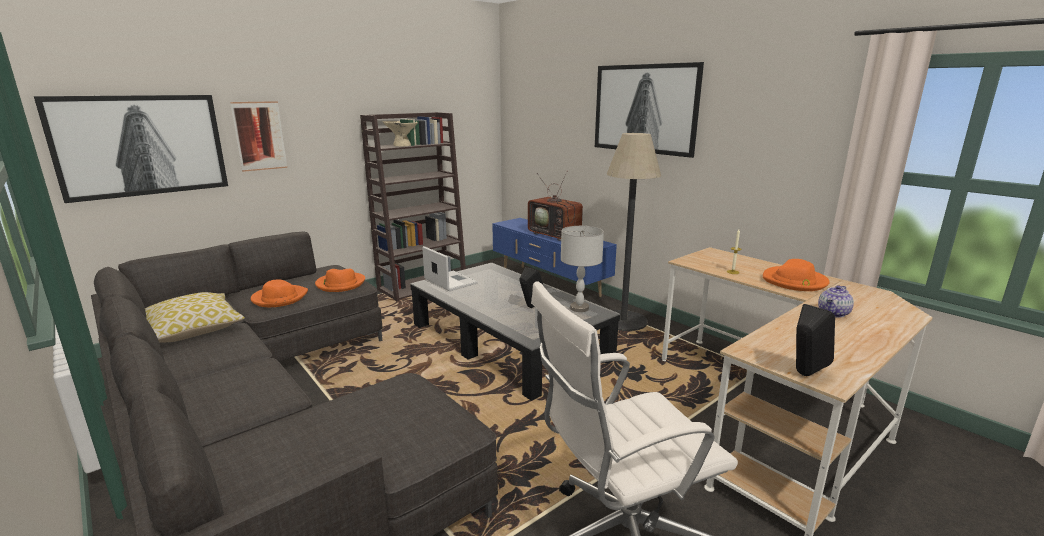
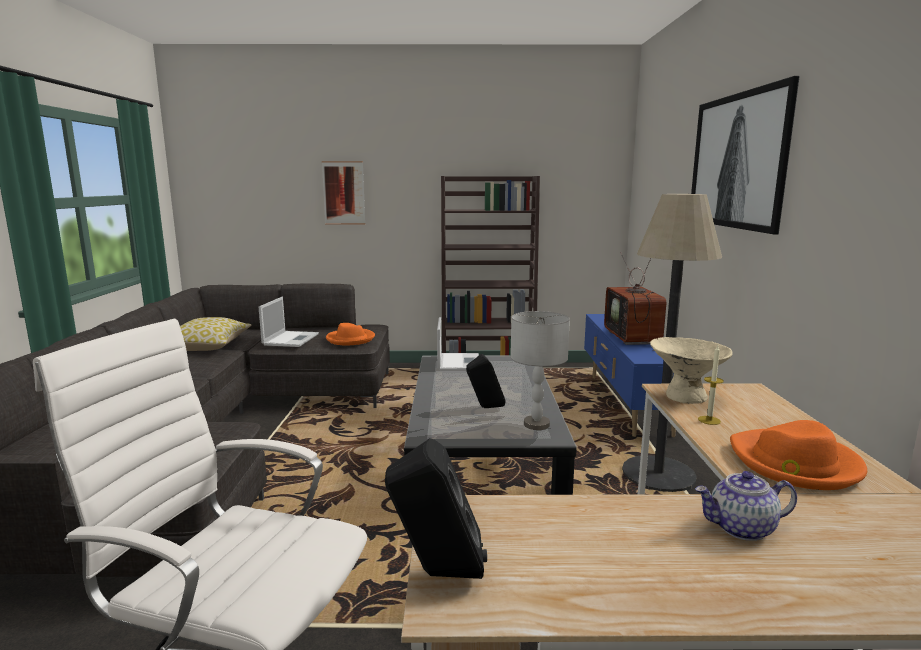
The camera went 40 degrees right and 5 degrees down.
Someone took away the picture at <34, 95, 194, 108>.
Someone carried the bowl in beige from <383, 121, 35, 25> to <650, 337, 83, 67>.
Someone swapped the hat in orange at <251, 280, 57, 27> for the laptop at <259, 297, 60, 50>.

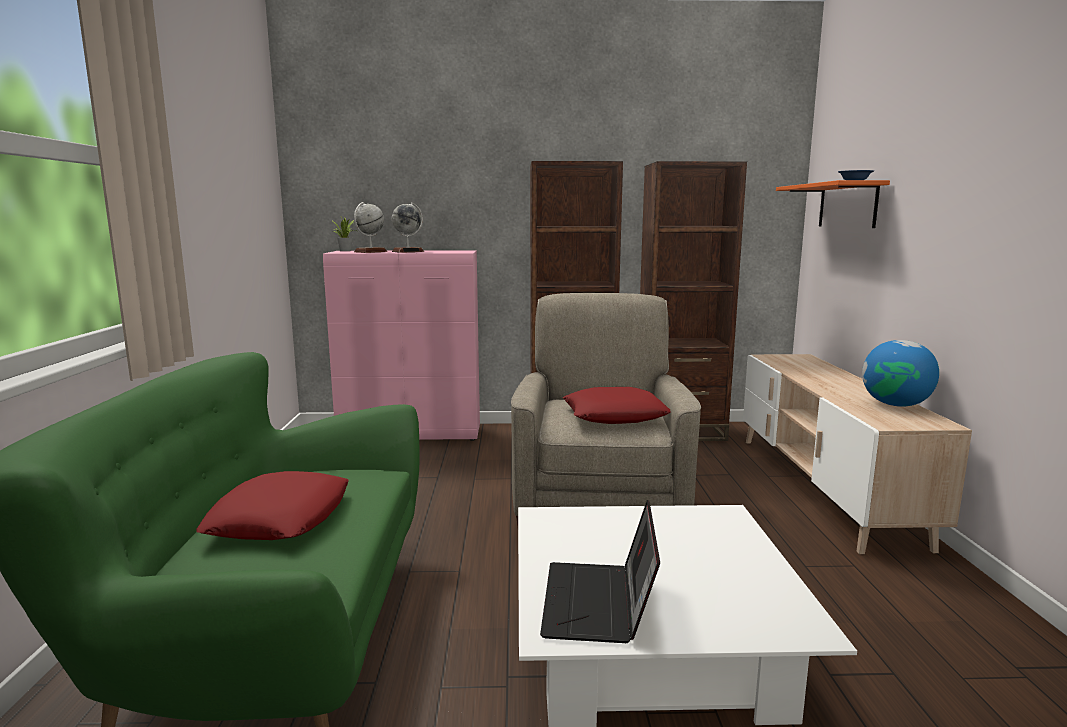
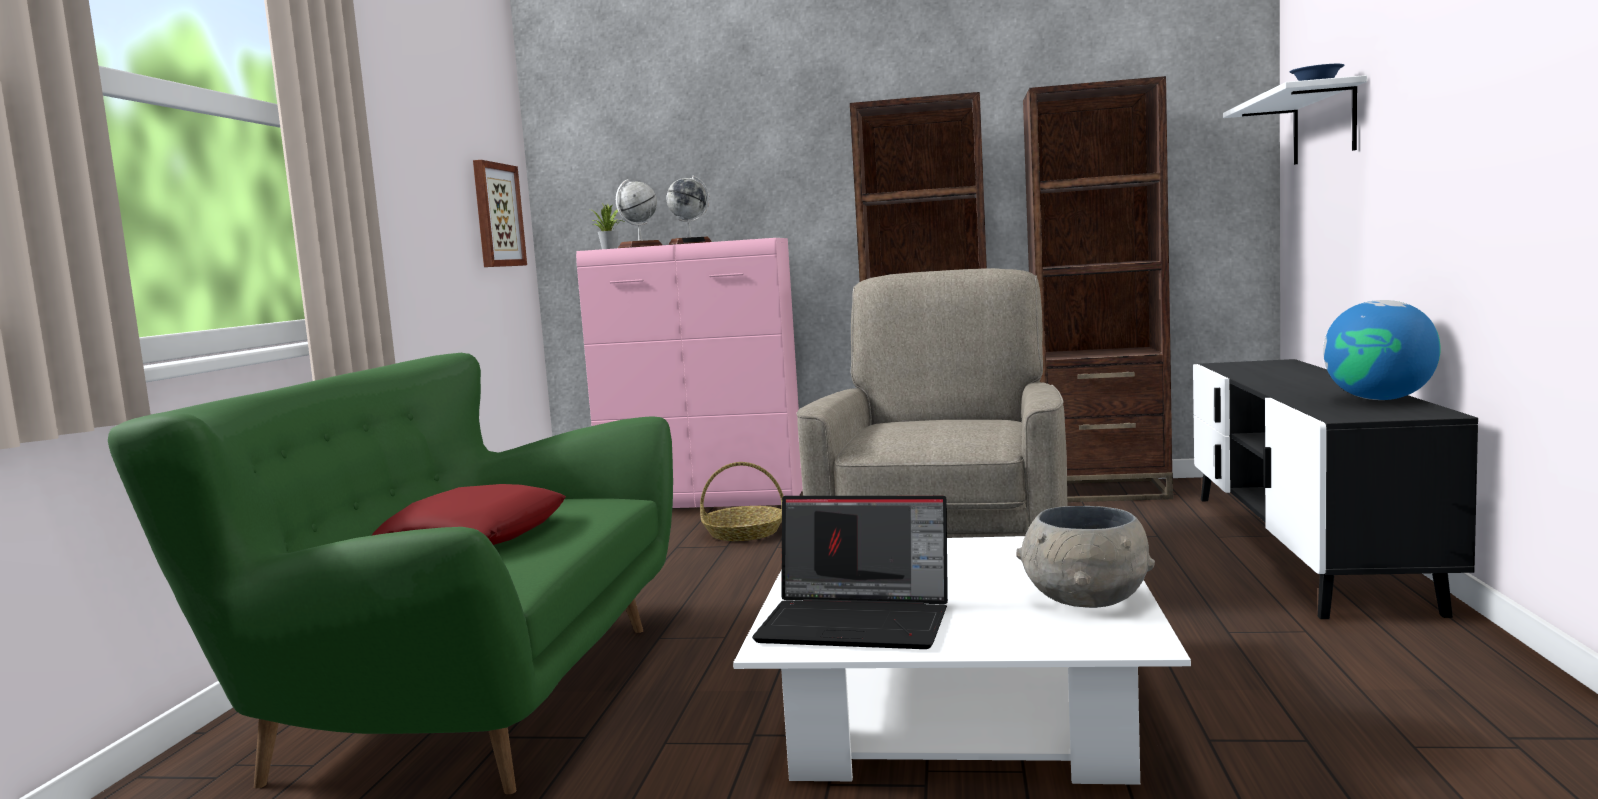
The camera went 10 degrees right and 5 degrees down.
Someone took away the pillow in red at <563, 387, 108, 37>.
Someone put up the picture at <473, 160, 54, 107>.
Someone put down the basket at <700, 462, 83, 79>.
Someone put down the bowl in grey at <1016, 506, 139, 102>.
Someone repainted the tv stand in beige at <743, 354, 229, 200>, which became the tv stand in black at <1193, 359, 285, 260>.
Someone repainted the shelf in orange at <776, 180, 114, 48>, which became the shelf in white at <1223, 75, 144, 90>.
Someone rotated the laptop at <540, 500, 120, 143> by 90 degrees counterclockwise.

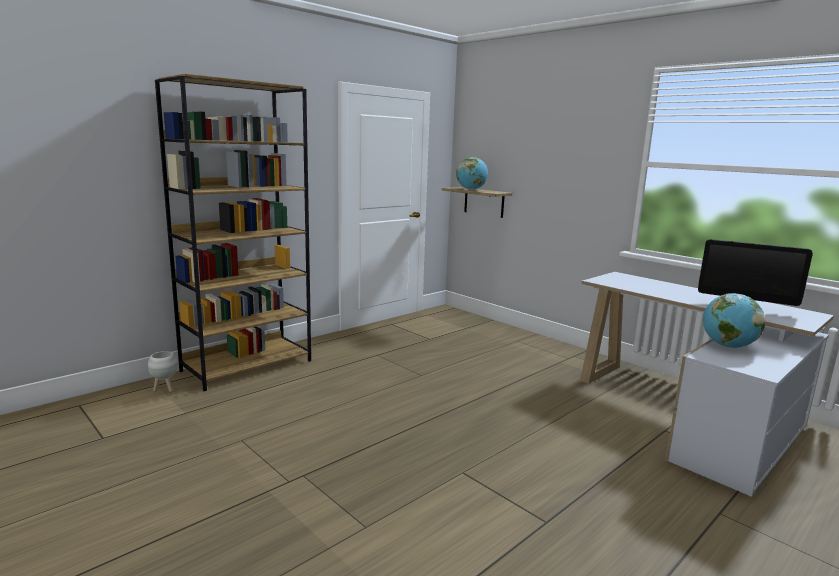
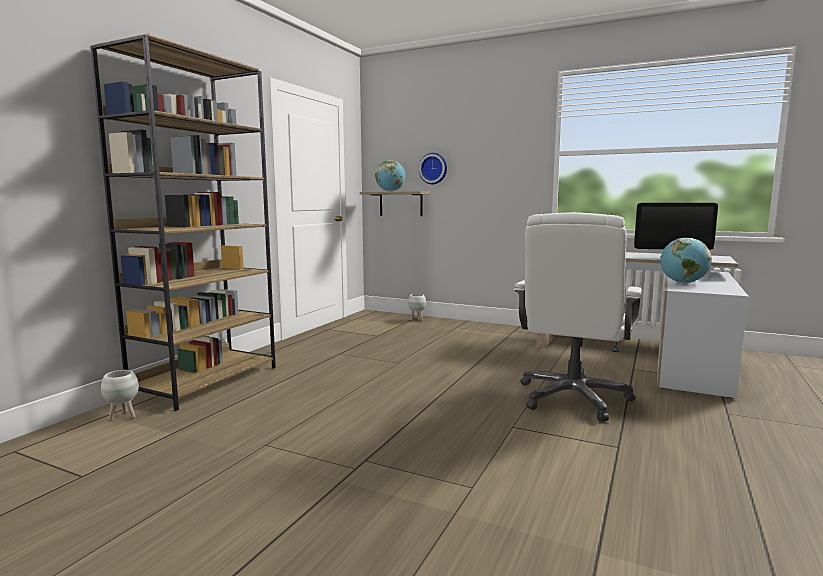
The camera went 20 degrees left and 5 degrees down.
Someone put down the planter in white at <408, 294, 18, 27>.
Someone put up the wall clock at <419, 153, 28, 31>.
Someone put down the office chair in white at <514, 212, 128, 209>.

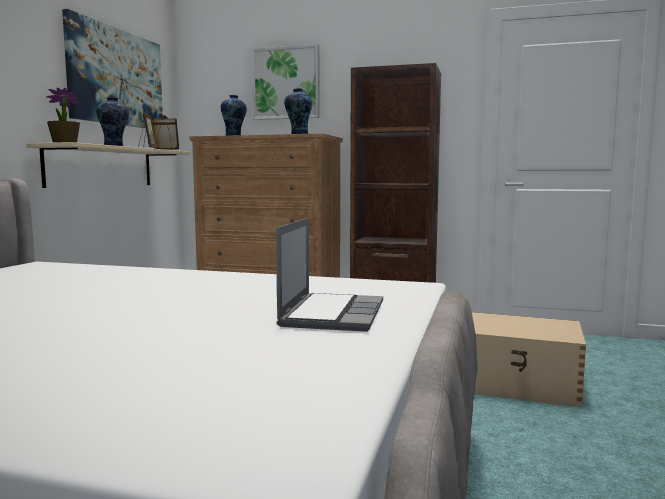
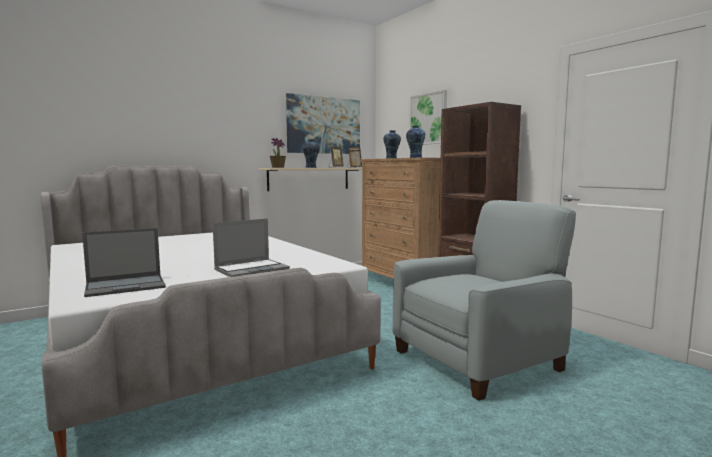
The camera went 40 degrees right and 0 degrees up.
Someone put down the laptop at <82, 228, 84, 69>.
Someone swapped the storage box in beige at <472, 312, 114, 96> for the armchair in grey at <393, 200, 183, 201>.

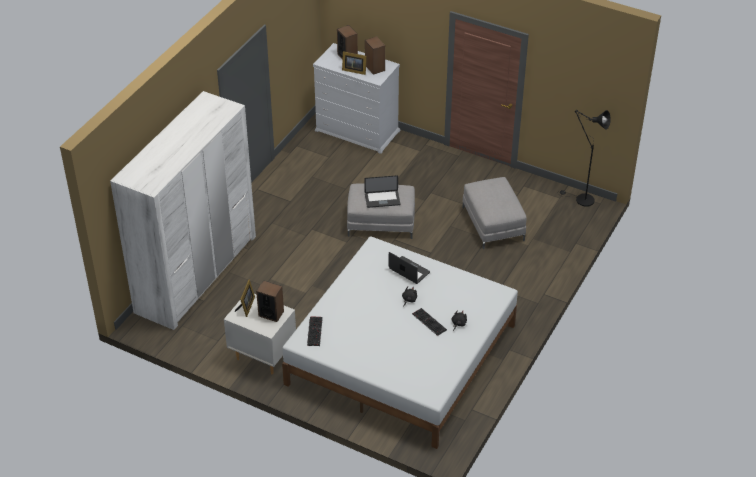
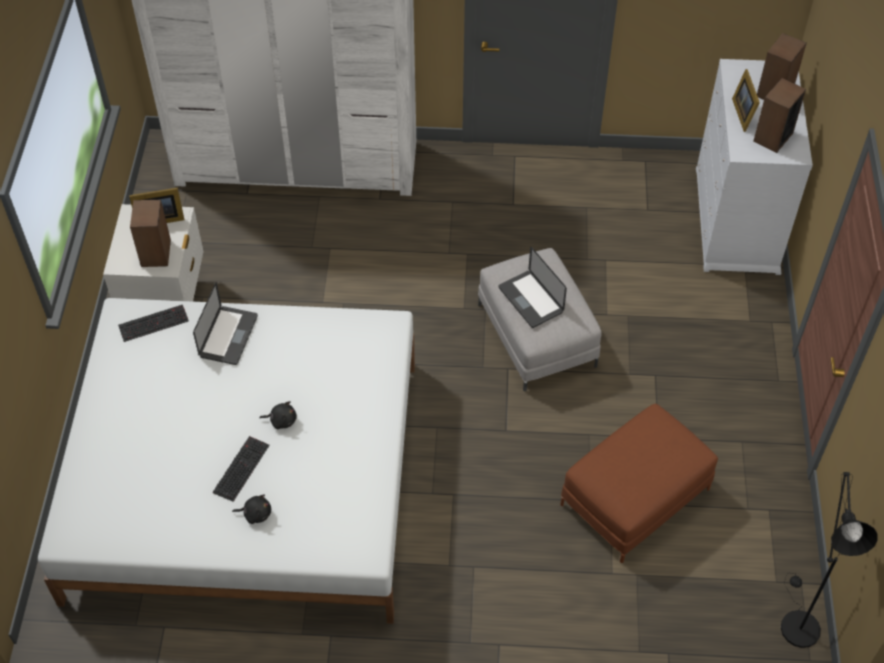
The camera went 65 degrees right and 10 degrees up.
Someone carried the laptop from <389, 252, 41, 32> to <193, 282, 65, 83>.
Someone repainted the ottoman in grey at <463, 177, 64, 72>, which became the ottoman in brown at <560, 403, 158, 160>.

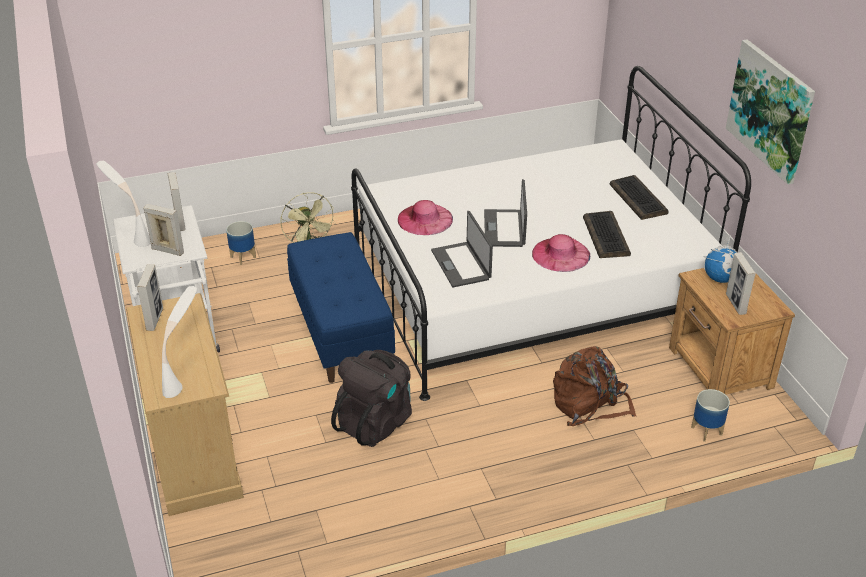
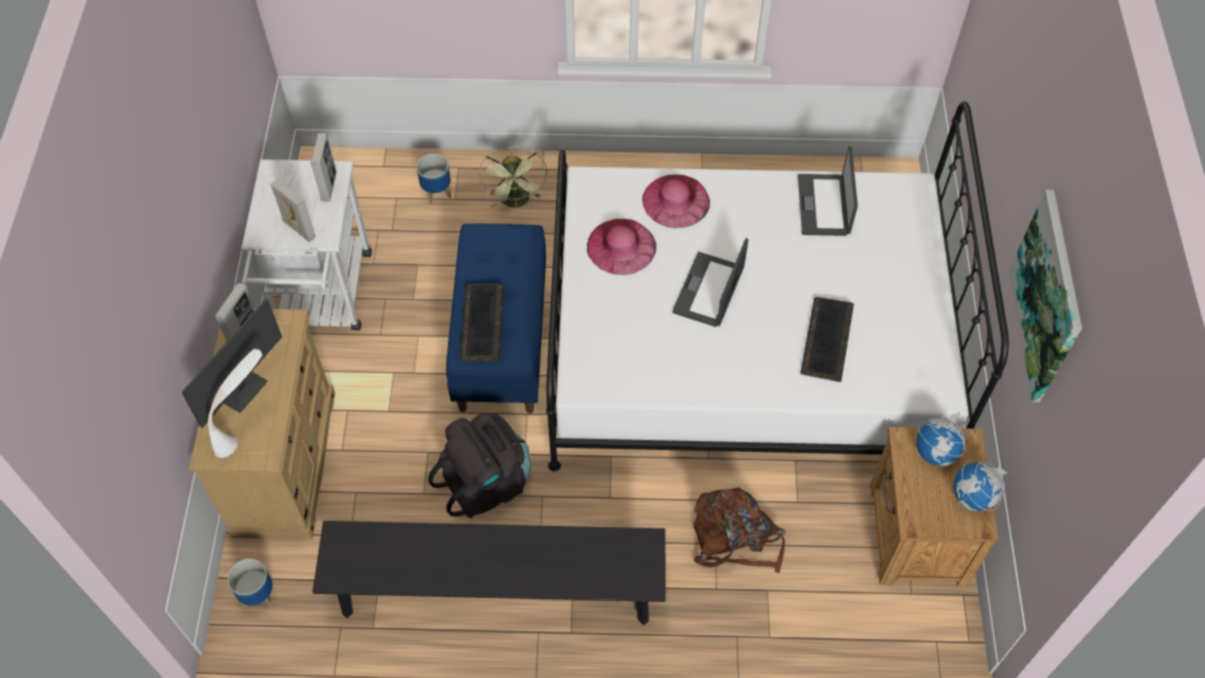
The camera went 20 degrees right and 20 degrees up.
Someone took away the table lamp in white at <96, 161, 55, 86>.
Someone took away the picture frame at <726, 252, 30, 63>.
Someone put down the monitor at <181, 299, 101, 129>.
Someone put down the bench in black at <312, 521, 353, 104>.
Someone put down the globe at <953, 460, 55, 51>.
Someone carried the laptop from <431, 211, 62, 76> to <798, 146, 60, 90>.
Someone carried the hat in pink from <532, 234, 58, 38> to <642, 175, 68, 53>.
Someone carried the keyboard from <609, 175, 60, 45> to <460, 283, 44, 78>.
Someone carried the planter from <691, 389, 39, 53> to <228, 559, 45, 51>.

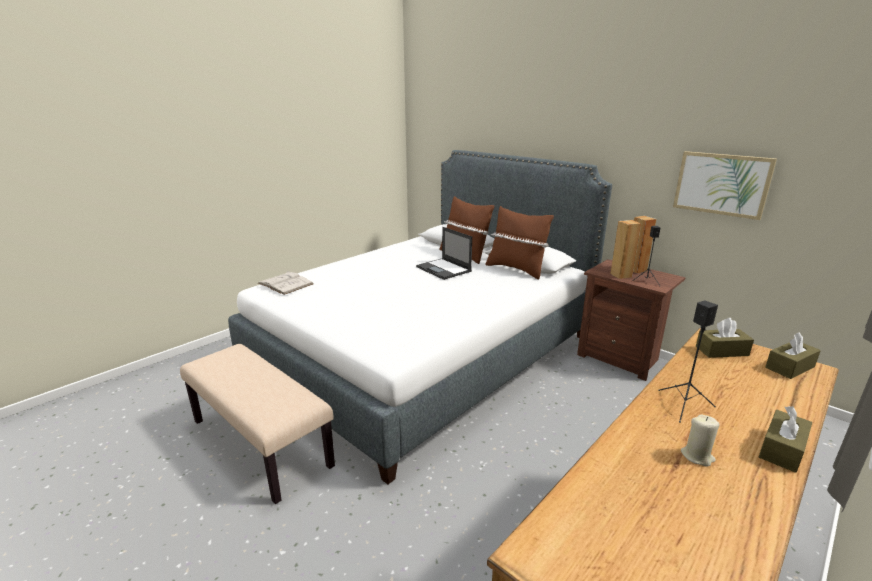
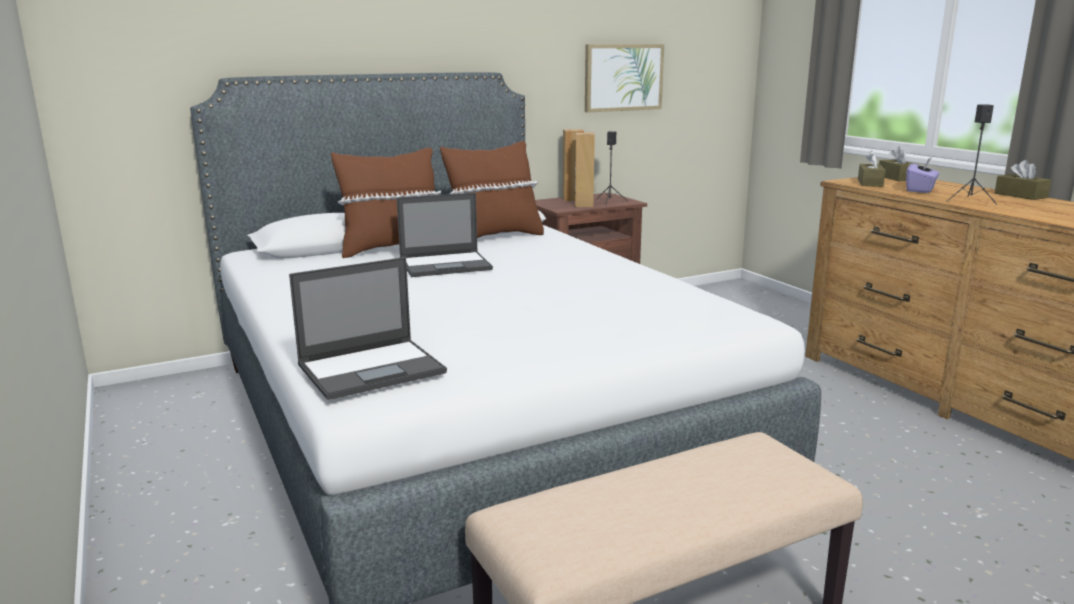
The camera went 70 degrees left and 5 degrees down.
Someone took away the candle in beige at <681, 414, 39, 53>.
Someone put down the tissue box in purple at <906, 157, 34, 36>.
Someone swapped the book in white at <258, 271, 55, 24> for the laptop at <289, 257, 158, 143>.

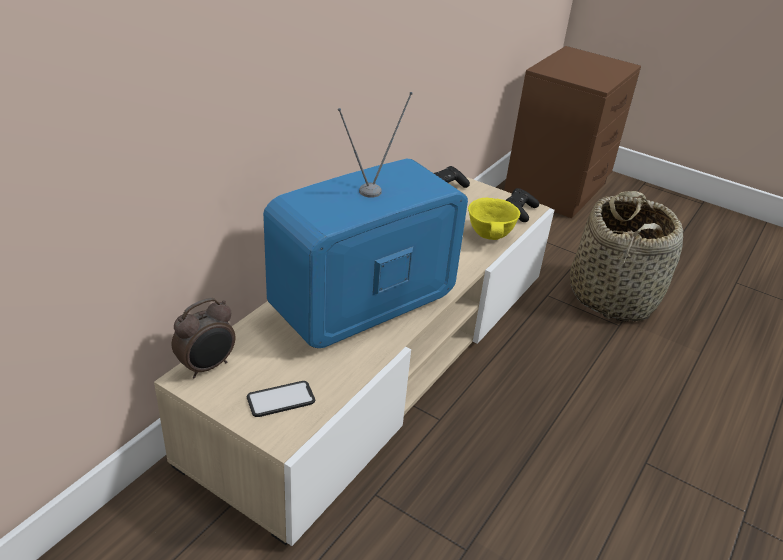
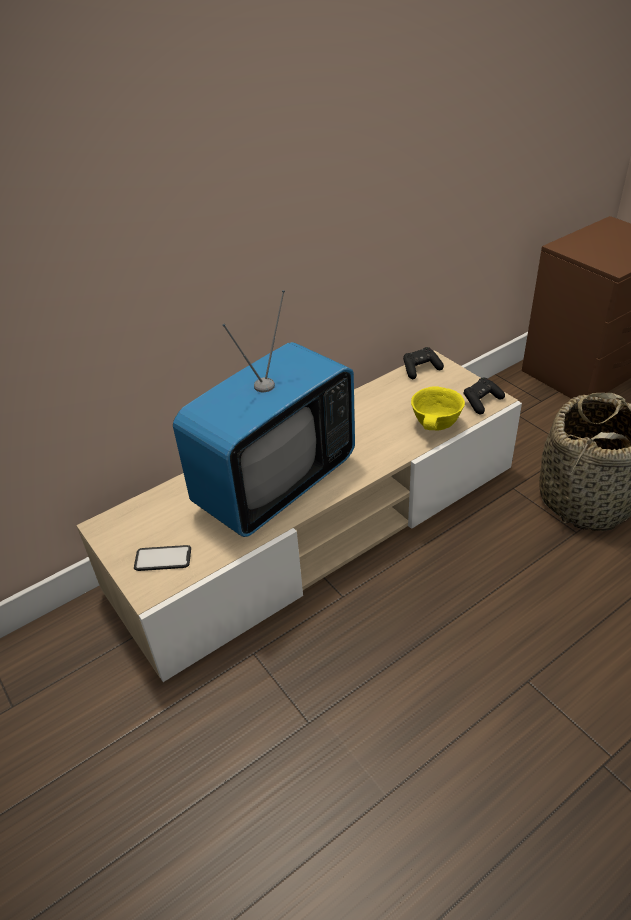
The camera went 25 degrees right and 5 degrees up.
Someone took away the alarm clock at <172, 298, 63, 80>.
Someone rotated the television at <263, 92, 205, 256> by 150 degrees clockwise.

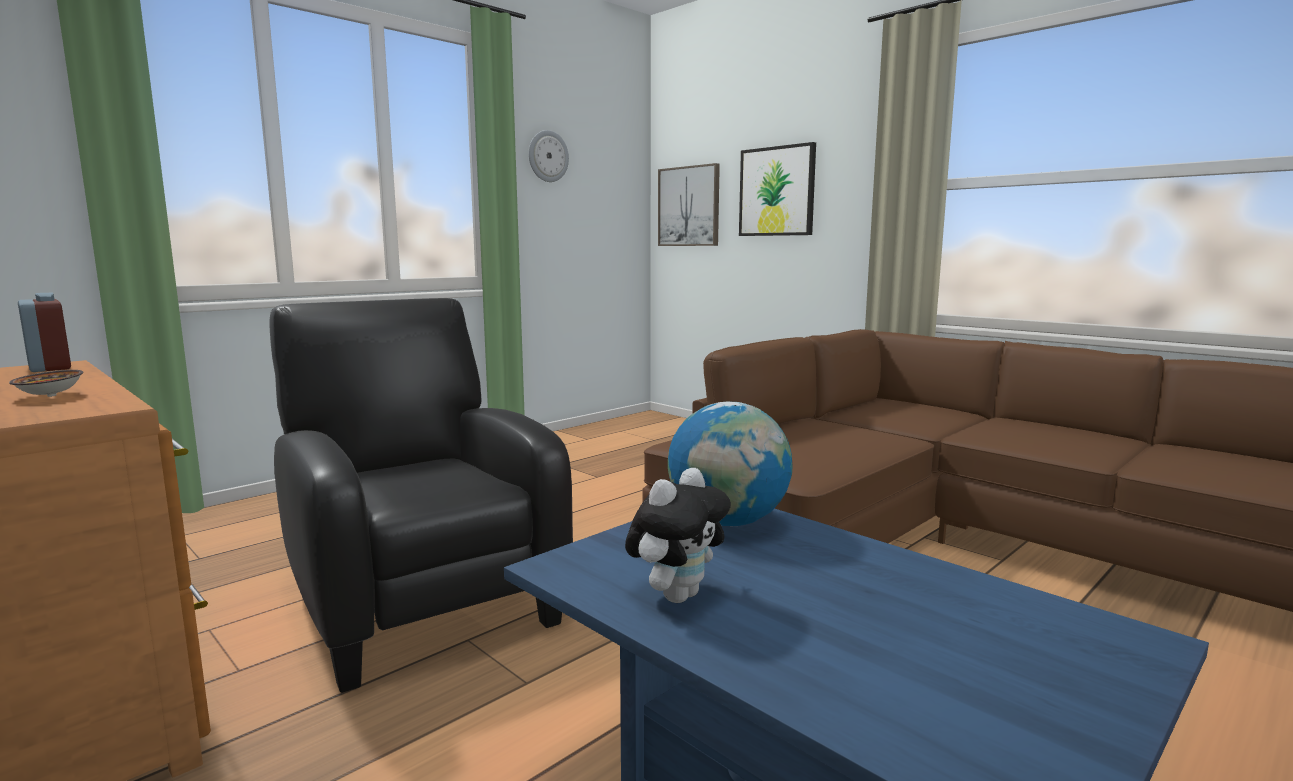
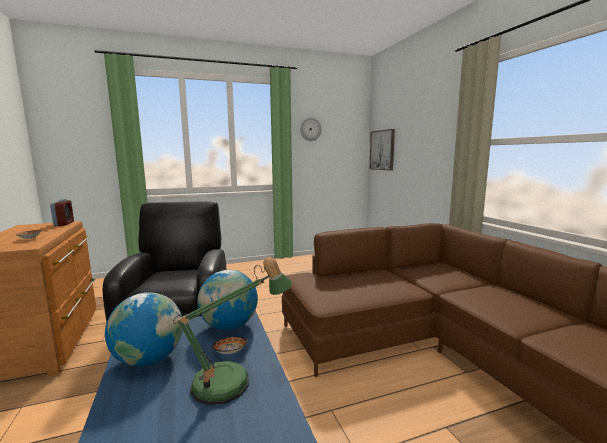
The camera went 25 degrees right and 0 degrees up.
Someone took away the picture at <739, 142, 77, 94>.
Someone put down the table lamp at <173, 257, 120, 148>.
Someone put down the bowl at <212, 337, 36, 17>.
Someone swapped the plush toy at <625, 468, 106, 135> for the globe at <105, 293, 78, 74>.

